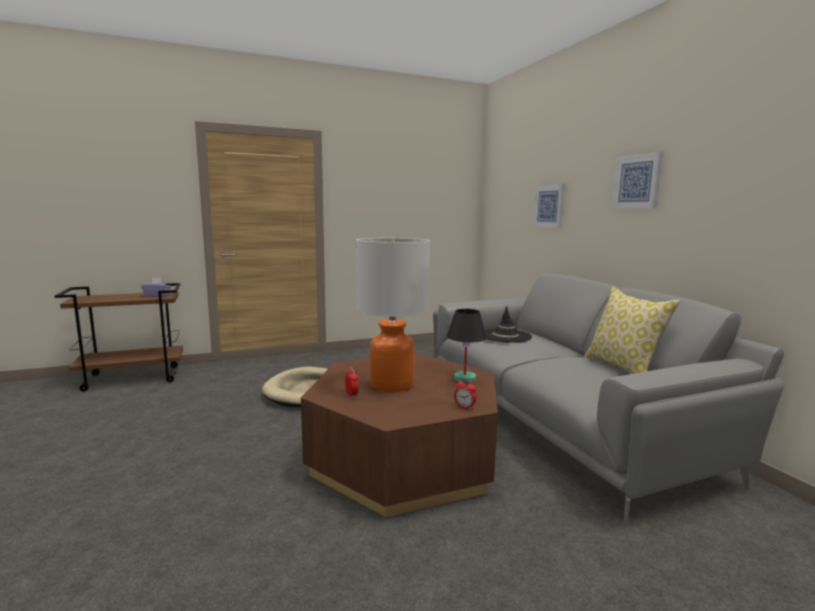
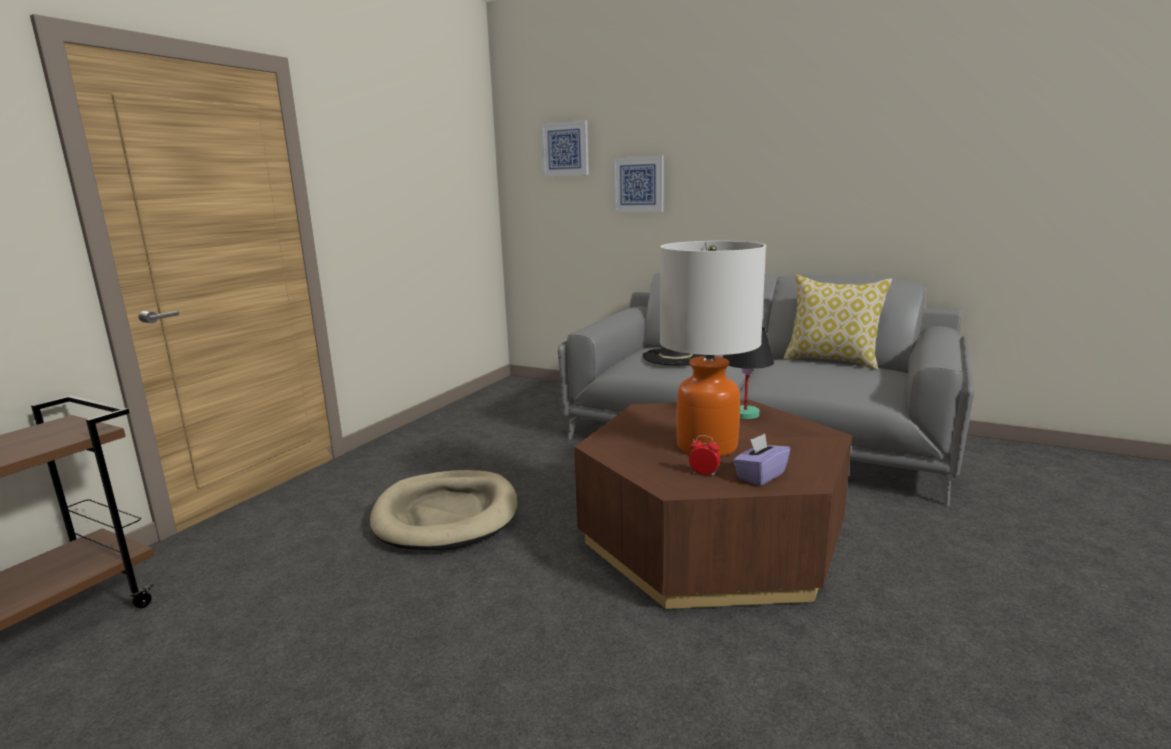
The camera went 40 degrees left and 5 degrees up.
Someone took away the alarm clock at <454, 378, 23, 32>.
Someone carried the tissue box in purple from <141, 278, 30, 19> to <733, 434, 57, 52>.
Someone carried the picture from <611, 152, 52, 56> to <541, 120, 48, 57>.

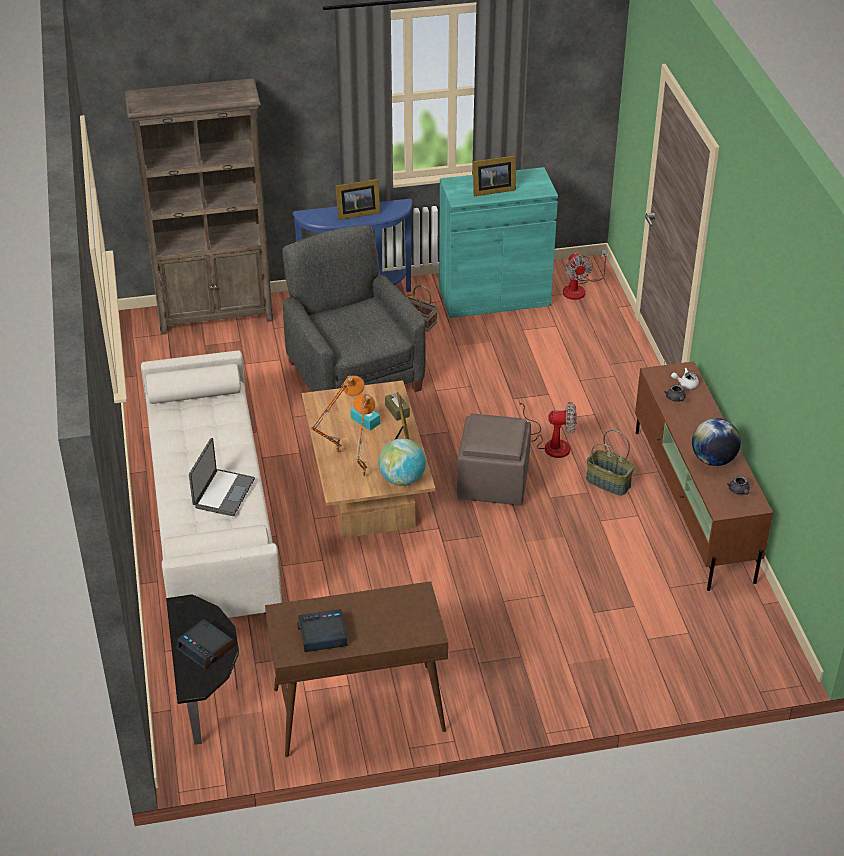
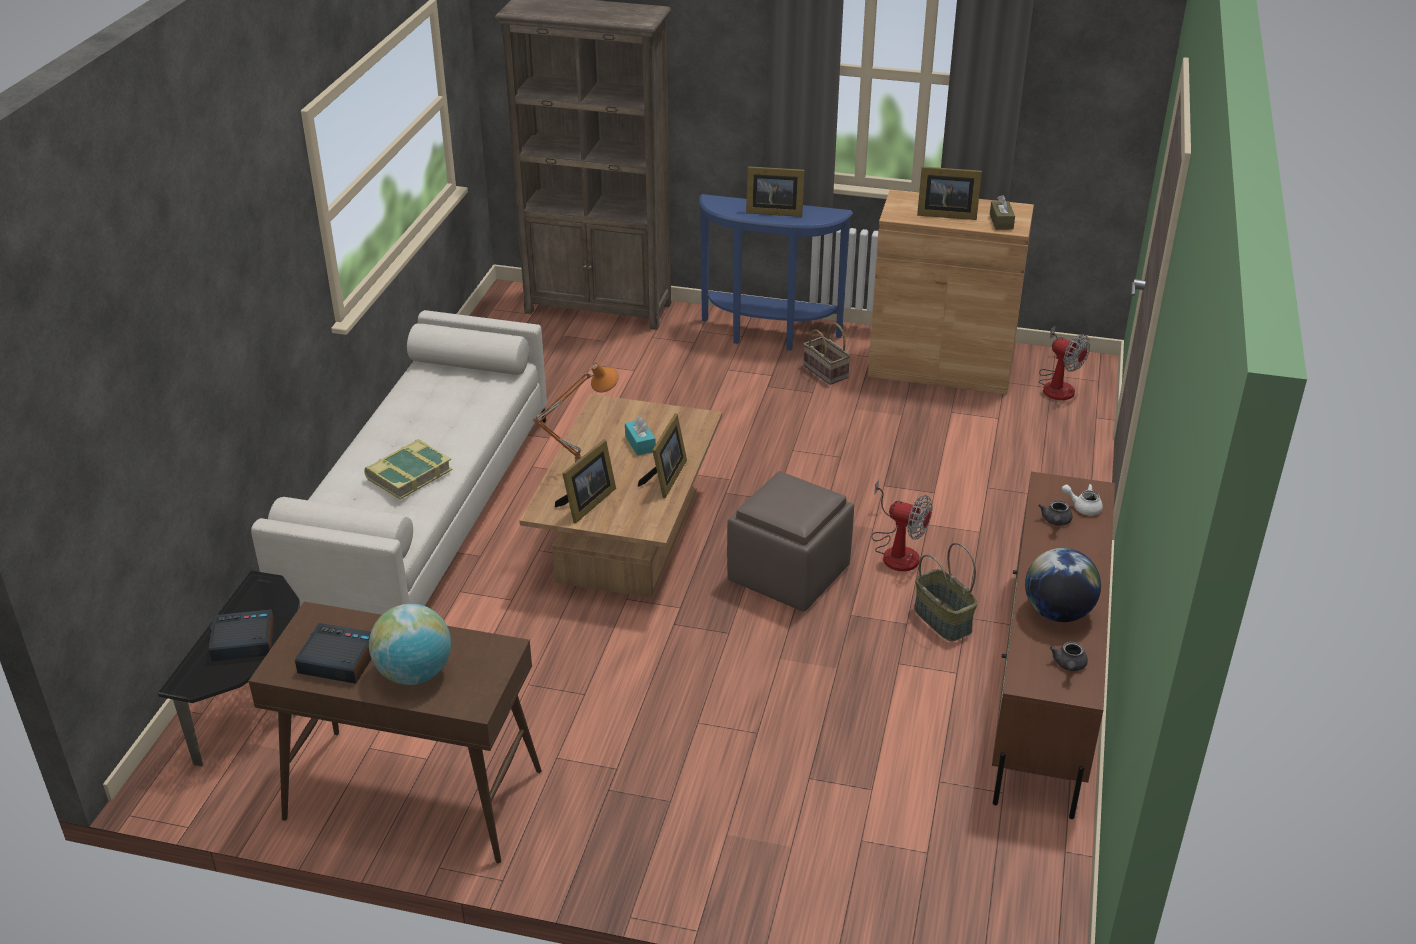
The camera went 25 degrees right and 5 degrees down.
Someone took away the armchair in grey at <282, 225, 144, 167>.
Someone carried the globe from <378, 438, 48, 48> to <369, 604, 82, 81>.
Someone carried the tissue box in brown from <385, 392, 25, 29> to <990, 195, 25, 35>.
Someone swapped the laptop at <189, 438, 66, 78> for the book at <364, 439, 88, 61>.
Someone swapped the table lamp in orange at <353, 394, 22, 83> for the picture frame at <555, 439, 61, 84>.
Someone repainted the cabinet in turquoise at <439, 167, 119, 151>, which became the cabinet in brown at <868, 190, 166, 205>.
Someone rotated the alarm clock at <176, 619, 58, 51> by 105 degrees clockwise.
Someone rotated the fan at <563, 249, 45, 51> by 60 degrees counterclockwise.

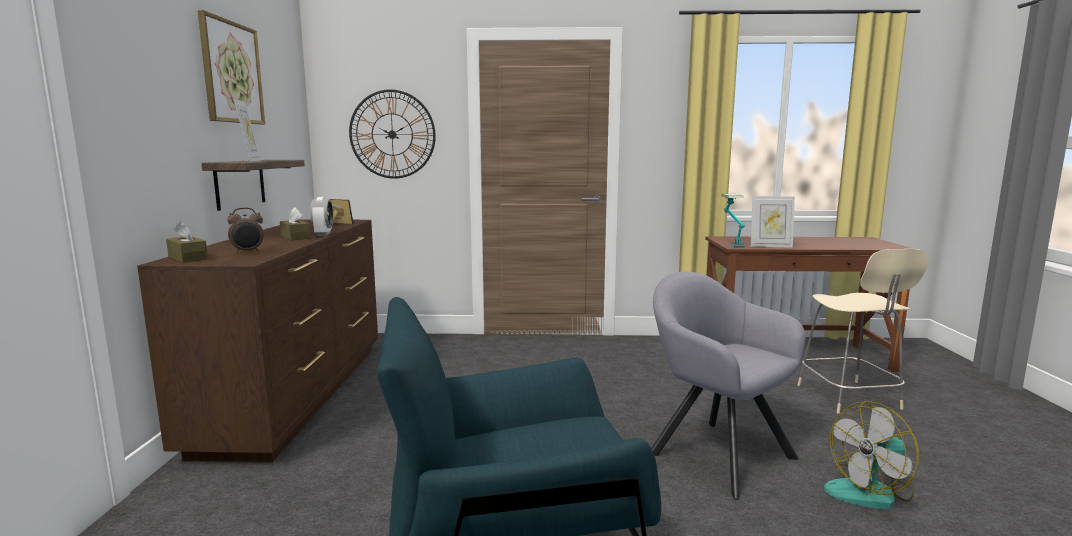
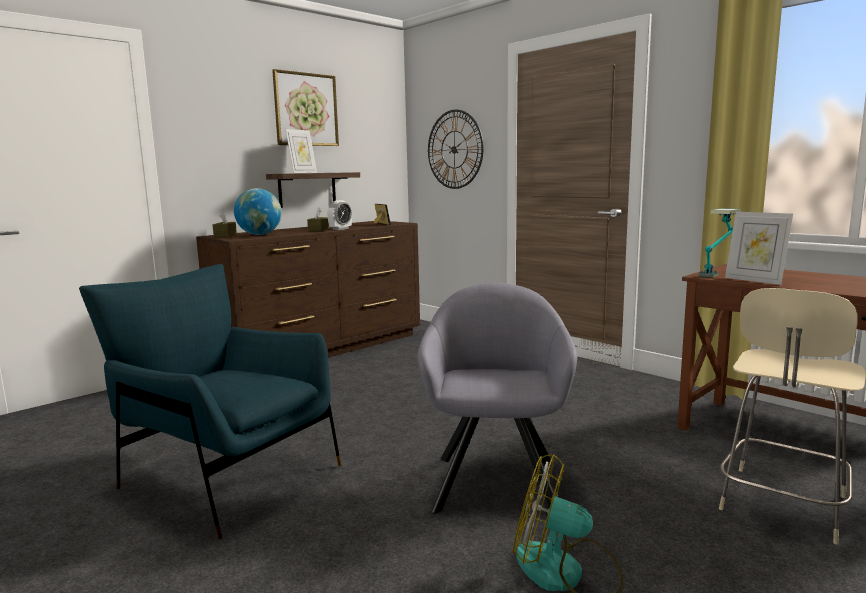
The camera went 45 degrees right and 0 degrees up.
Someone swapped the alarm clock at <227, 208, 37, 45> for the globe at <234, 188, 48, 47>.

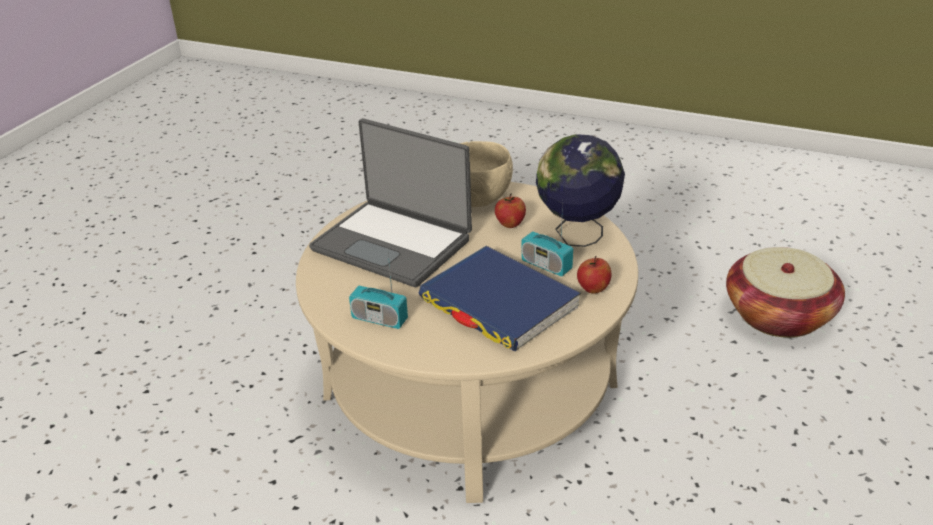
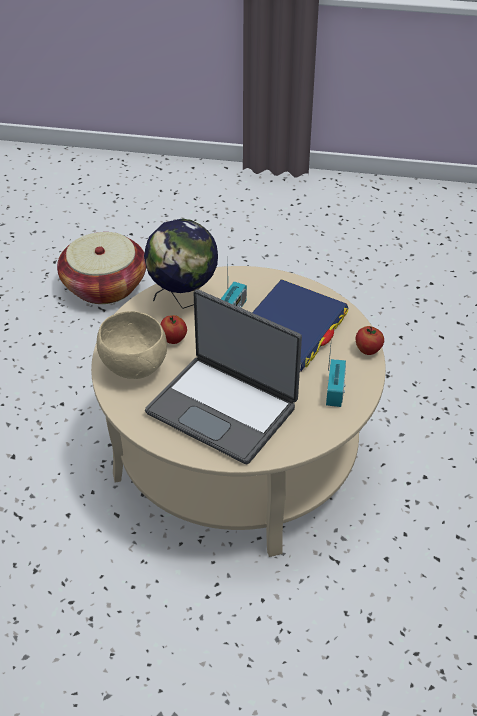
The camera went 105 degrees left and 10 degrees up.
Someone carried the apple from <577, 256, 34, 38> to <356, 326, 28, 29>.
Someone rotated the laptop at <309, 118, 163, 169> by 105 degrees clockwise.

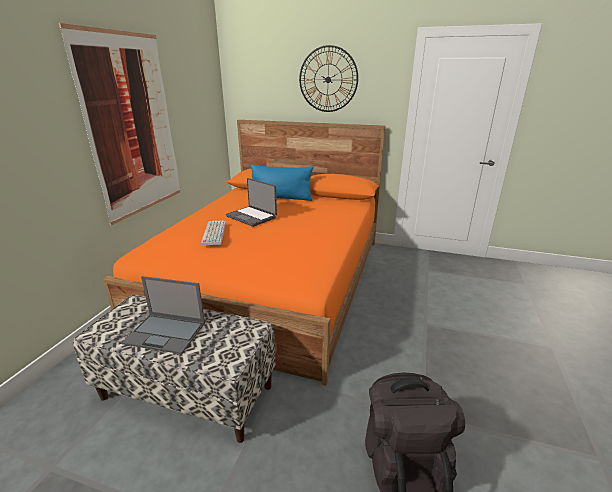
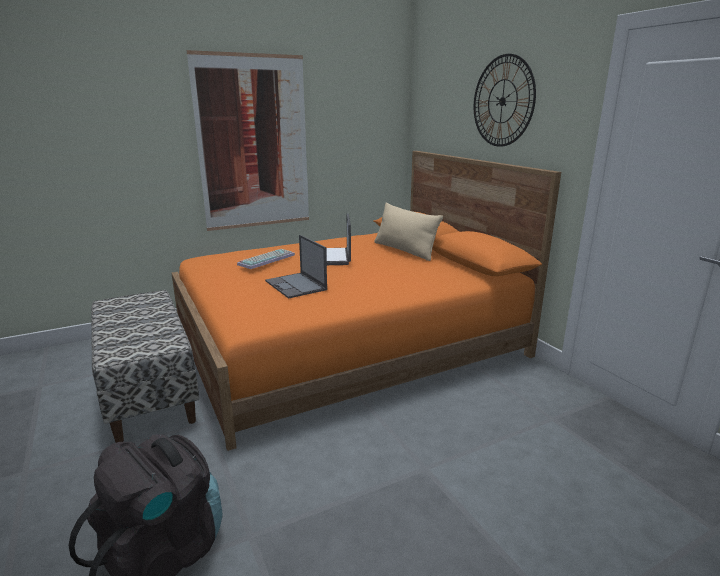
The camera went 45 degrees right and 5 degrees down.
Someone carried the laptop from <122, 276, 83, 78> to <265, 235, 62, 64>.
Someone repainted the pillow in blue at <251, 164, 62, 37>, which became the pillow in beige at <375, 203, 68, 58>.

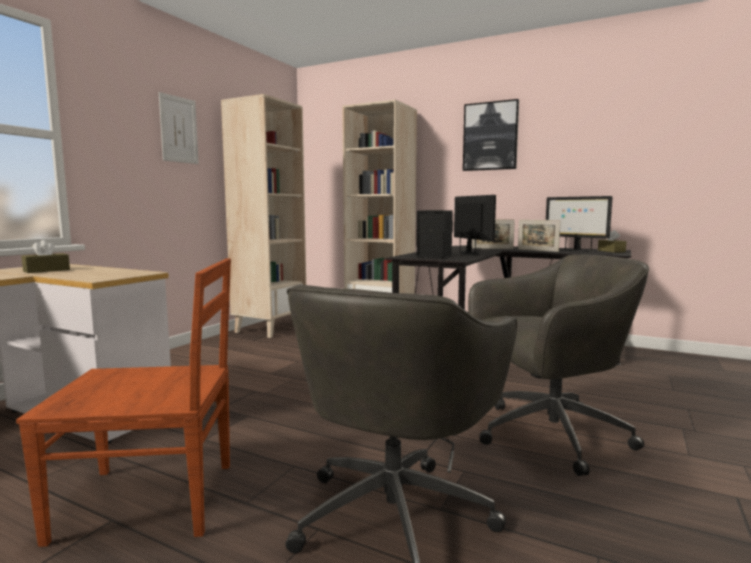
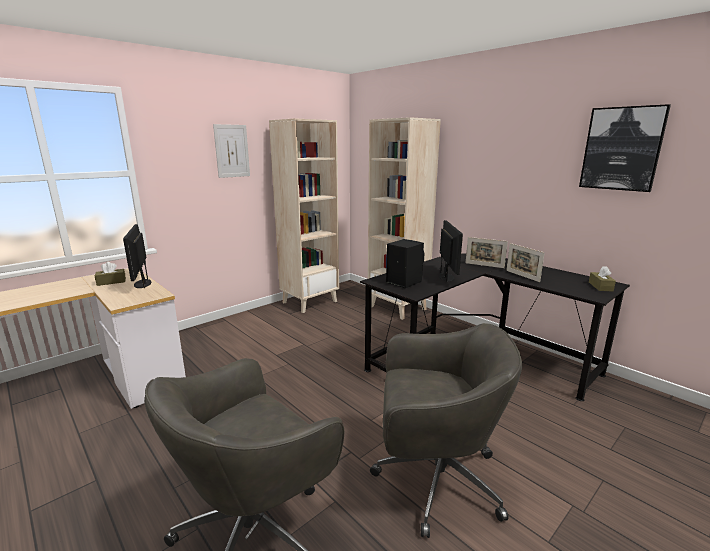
The camera went 20 degrees right and 10 degrees up.
Someone took away the chair in brown at <16, 258, 215, 289>.
Someone carried the picture from <463, 99, 56, 72> to <579, 104, 92, 88>.
Someone carried the monitor from <546, 196, 67, 55> to <123, 224, 28, 64>.

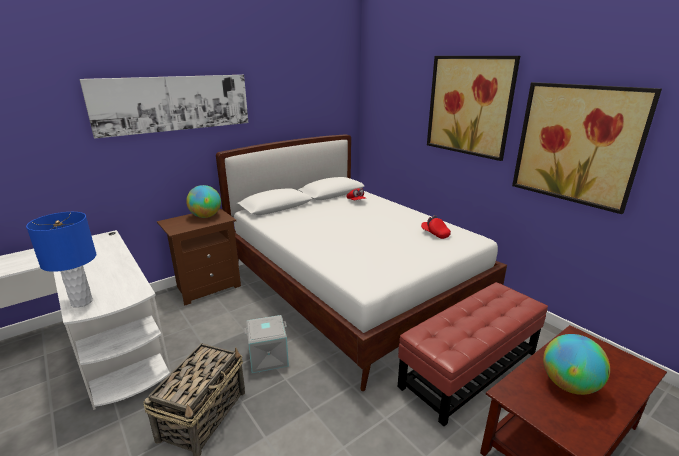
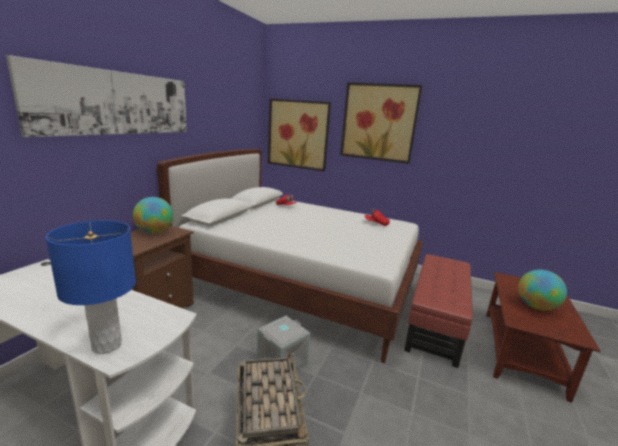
The camera went 30 degrees left and 5 degrees down.
Someone carried the picture from <512, 82, 150, 132> to <268, 98, 63, 73>.

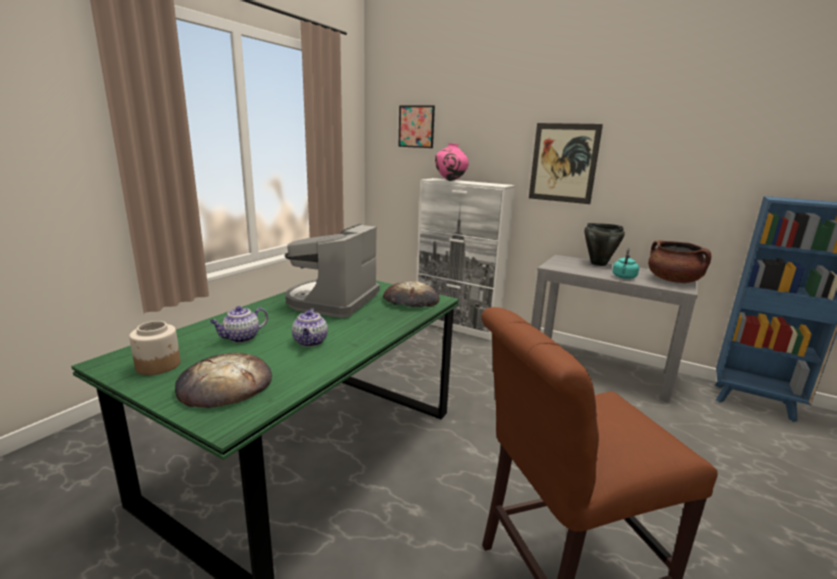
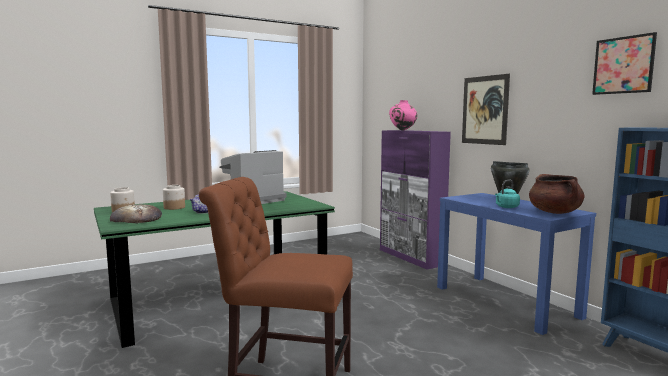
The camera went 30 degrees right and 10 degrees down.
Someone took away the bread at <383, 281, 57, 26>.
Someone carried the picture from <399, 105, 36, 43> to <592, 32, 65, 63>.
Someone swapped the teapot at <210, 306, 58, 37> for the jar at <163, 185, 22, 25>.
Someone repainted the cabinet in white at <417, 178, 98, 162>, which became the cabinet in purple at <380, 130, 71, 140>.
Someone repainted the console table in grey at <531, 255, 167, 148>, which became the console table in blue at <437, 193, 159, 142>.

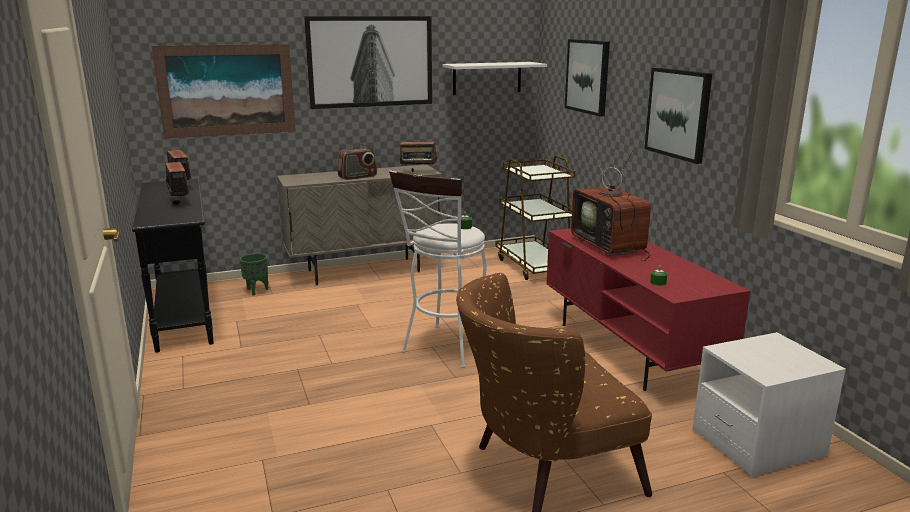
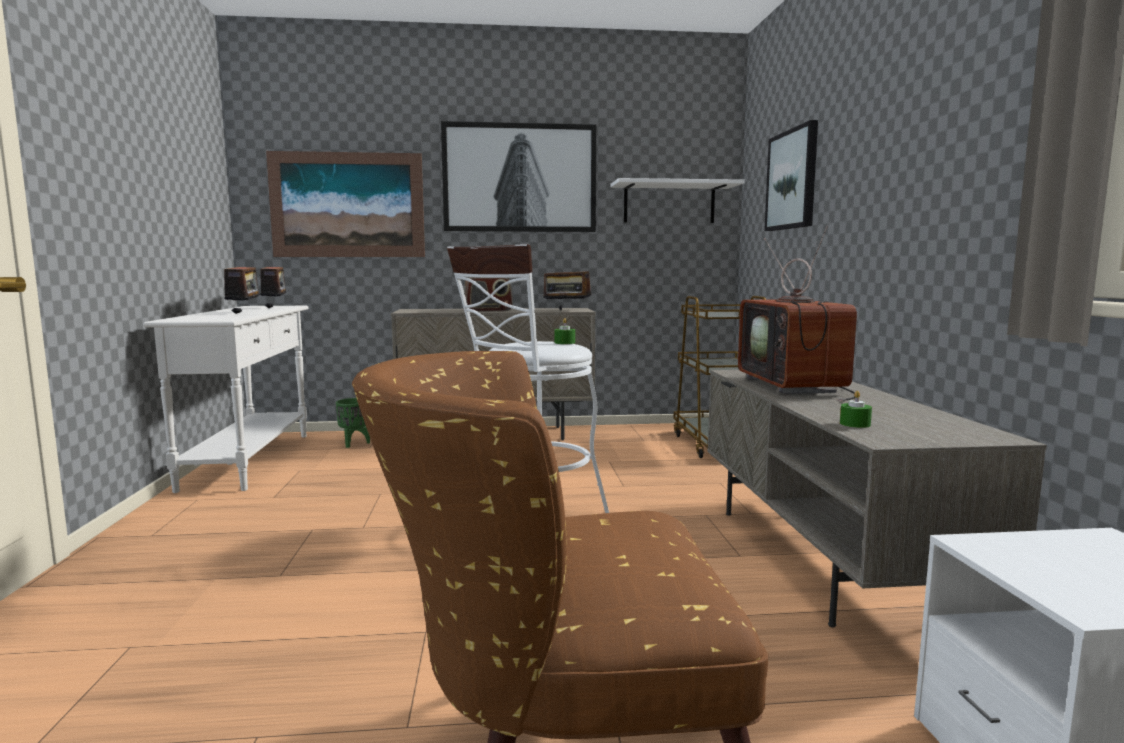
The camera went 15 degrees right and 10 degrees down.
Someone took away the picture at <644, 67, 68, 97>.
Someone repainted the console table in black at <132, 179, 82, 174>, which became the console table in white at <143, 306, 166, 187>.
Someone repainted the tv stand in red at <546, 228, 205, 163>, which became the tv stand in grey at <707, 370, 340, 258>.

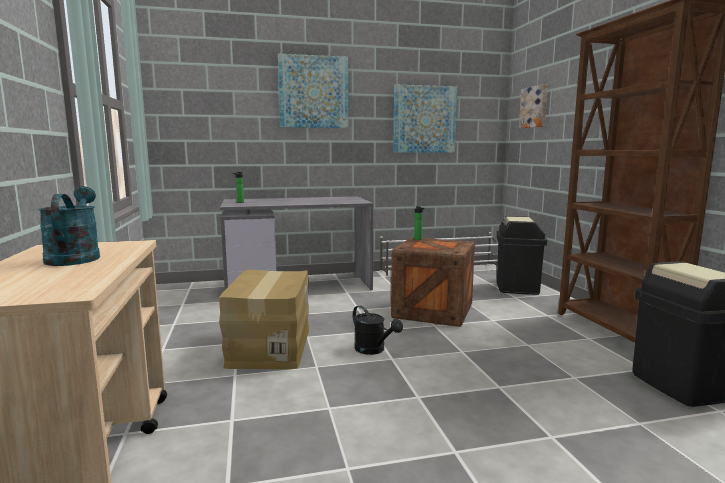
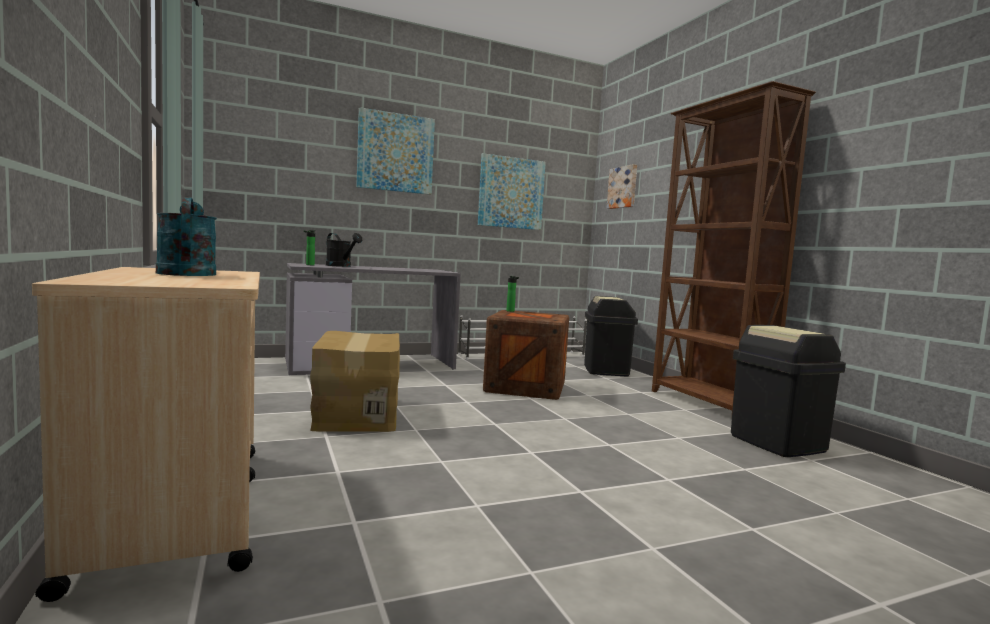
The camera went 10 degrees left and 5 degrees down.
Someone carried the watering can in black from <353, 305, 50, 50> to <326, 233, 36, 34>.

